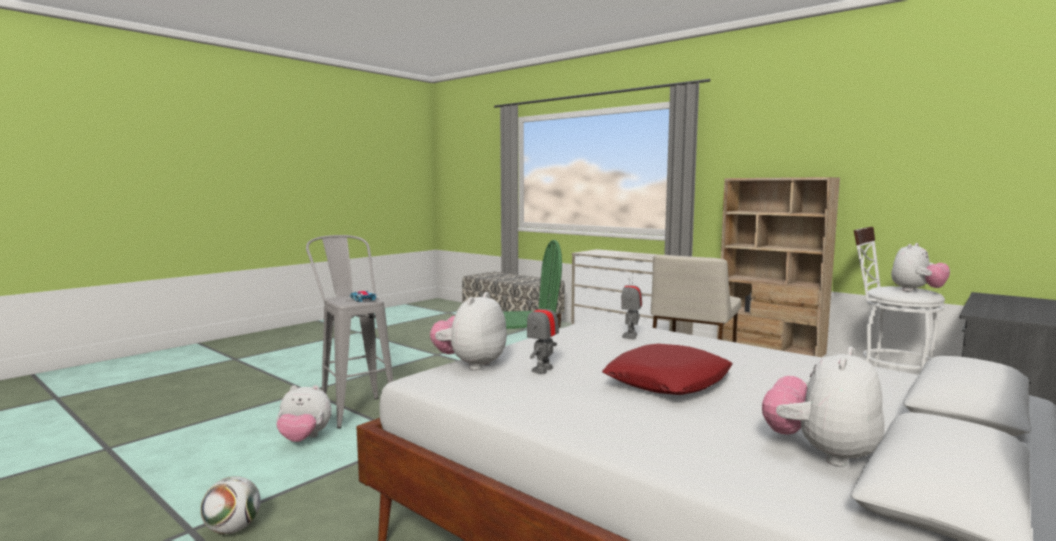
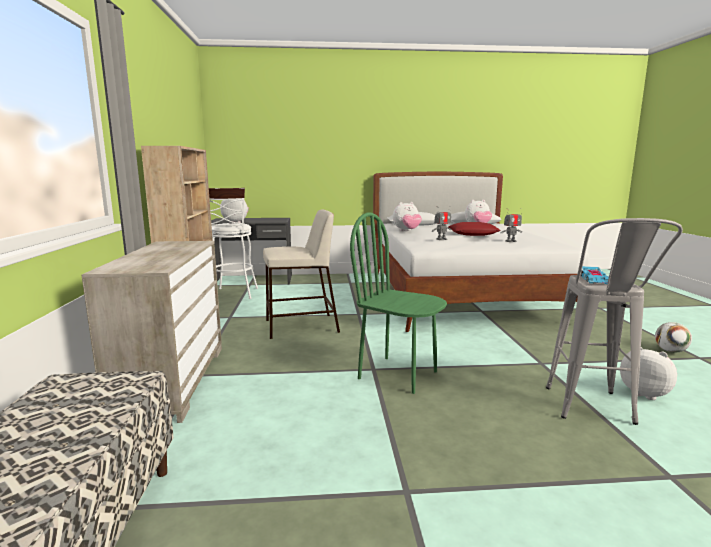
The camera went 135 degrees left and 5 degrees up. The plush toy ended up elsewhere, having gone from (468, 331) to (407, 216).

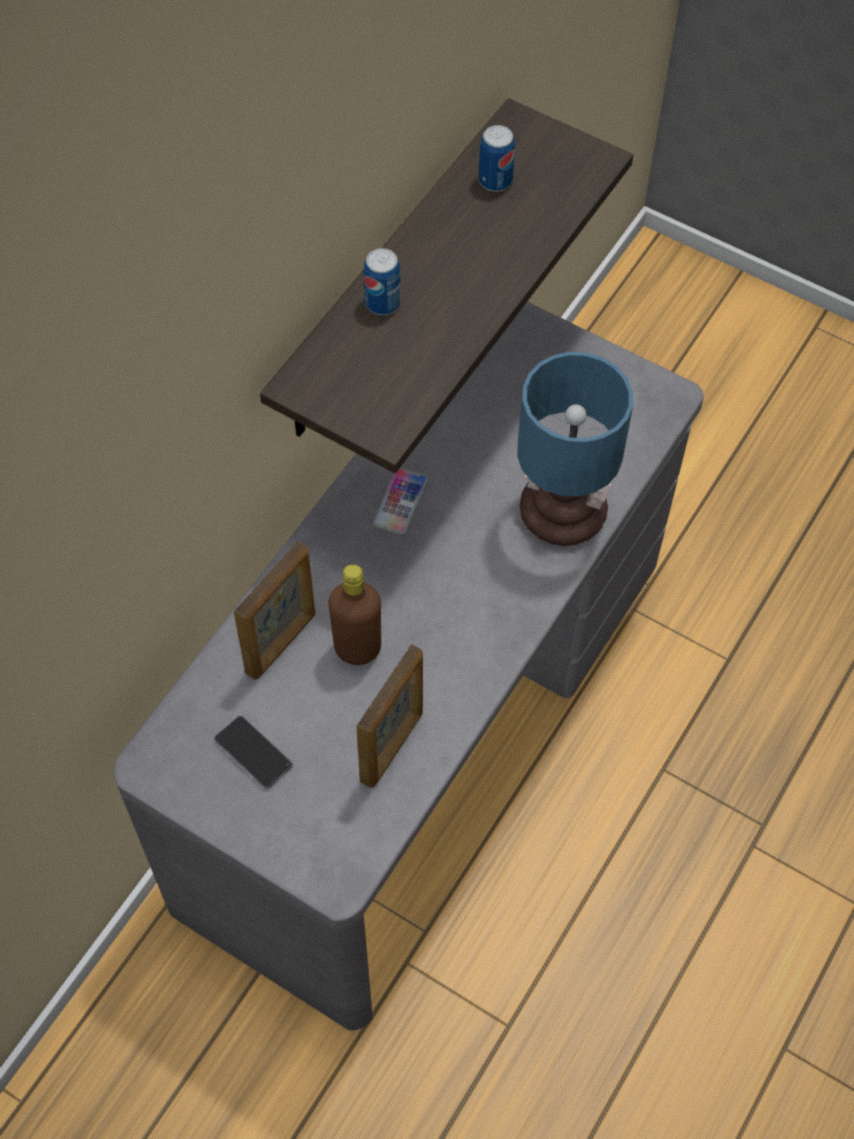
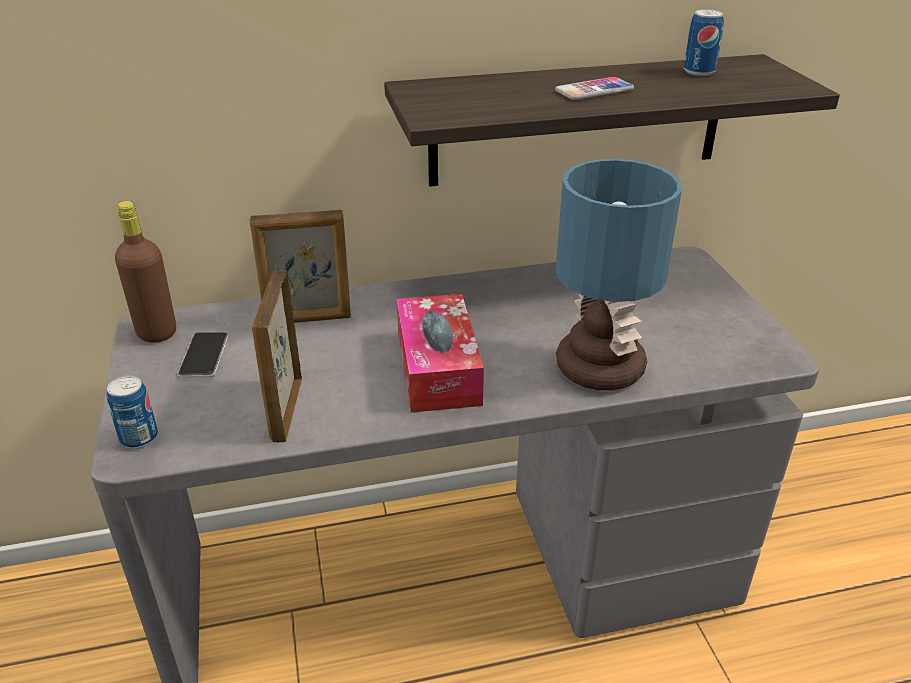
The camera went 45 degrees right and 25 degrees down. The metal can ended up elsewhere, having gone from (382, 281) to (132, 412). The handset ended up elsewhere, having gone from (400, 501) to (594, 88). The brown beverage bottle ended up elsewhere, having gone from (355, 614) to (145, 271). The standing frame at (389, 716) ended up facing another way, 105 degrees clockwise from before. The second view gained the tissue box at (440, 353).

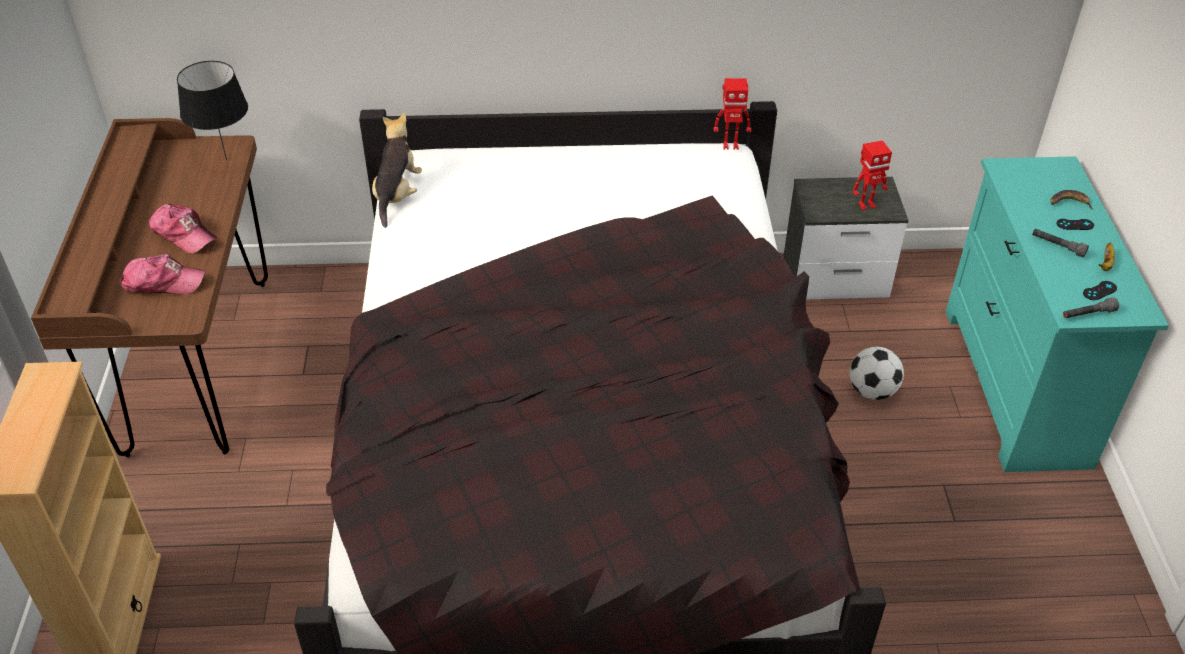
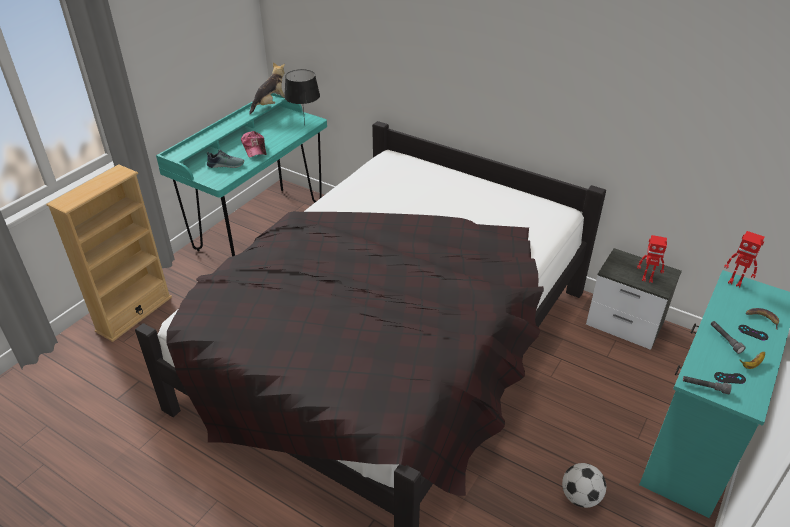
The camera went 35 degrees right and 5 degrees down. The robot figure ended up elsewhere, having gone from (732, 114) to (744, 259). The plush toy ended up elsewhere, having gone from (397, 170) to (267, 88). What was the brown desk unit at (149, 287) turned into the blue-green desk unit at (241, 174). Where the peaked cap stood at (162, 274), the low shoe came to stand at (225, 159). The ball for football ended up elsewhere, having gone from (876, 373) to (584, 485).

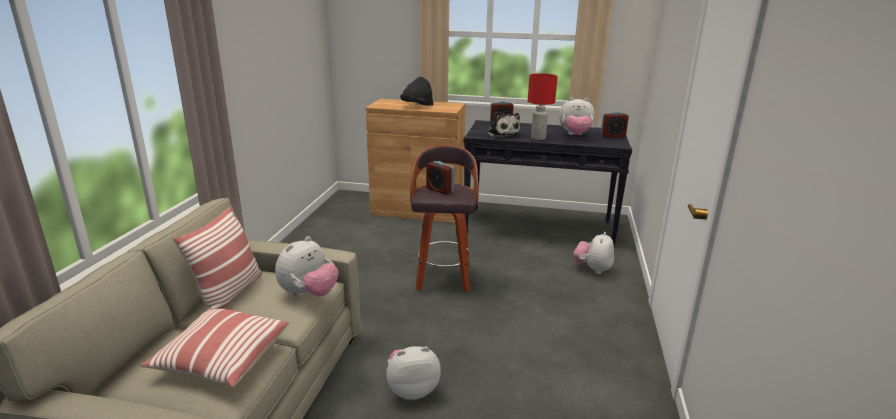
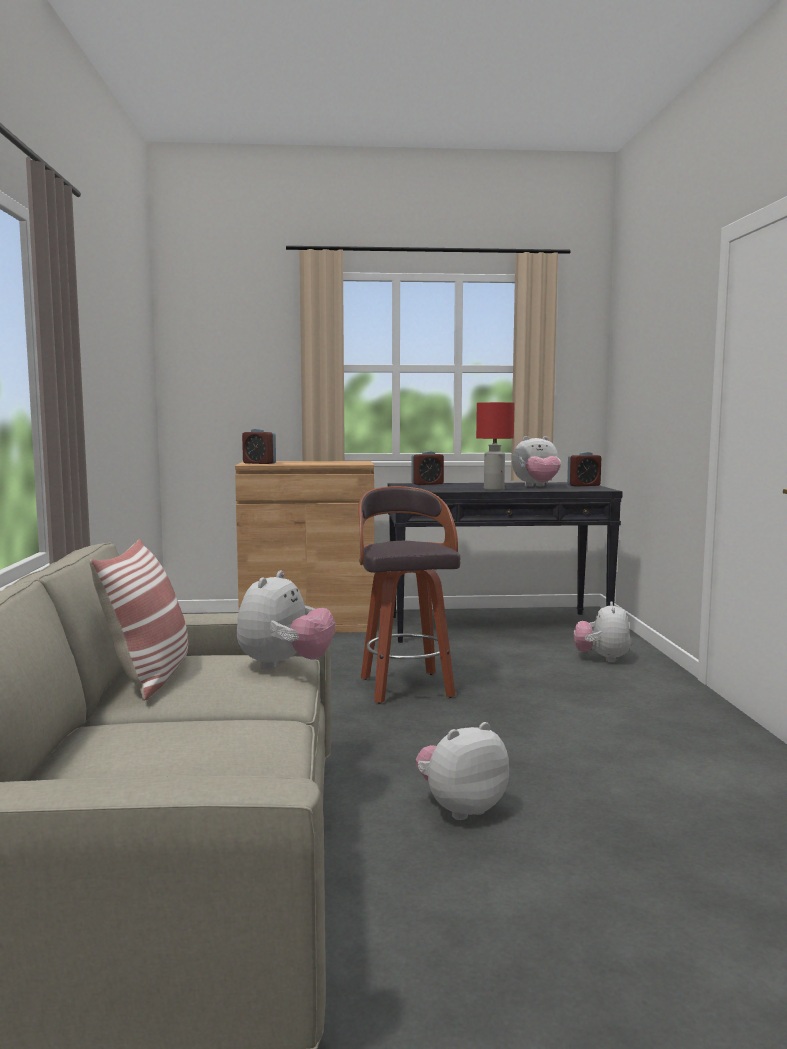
The camera went 15 degrees left and 15 degrees down. The second view lost the black hat at (417, 91). The second view lost the plush toy at (503, 125). The alarm clock ended up elsewhere, having gone from (440, 177) to (259, 446). The second view lost the cushion at (215, 348).

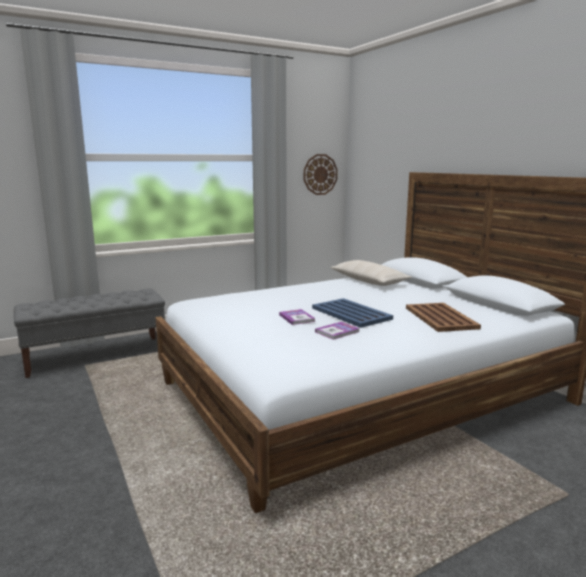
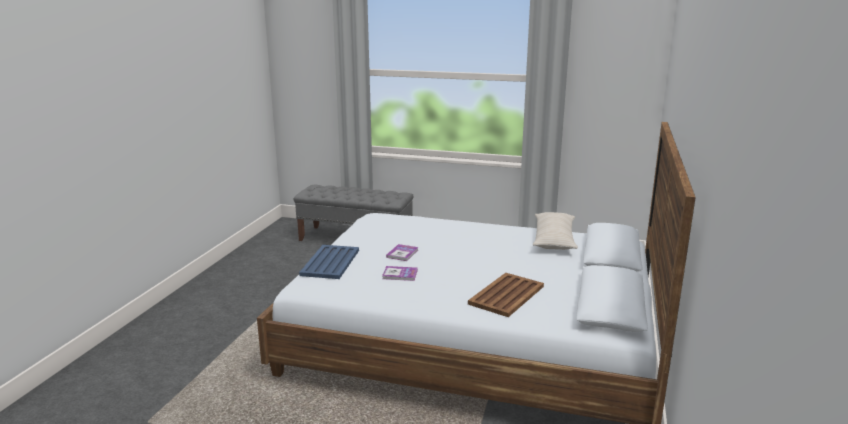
The camera went 45 degrees right and 5 degrees up. The second view lost the hanging clock at (321, 174). The bluish tray ended up elsewhere, having gone from (352, 313) to (329, 262).

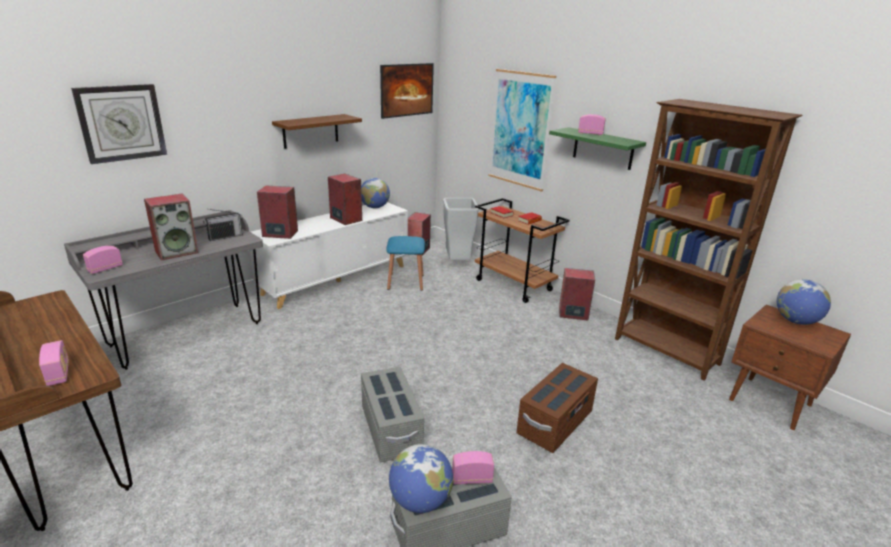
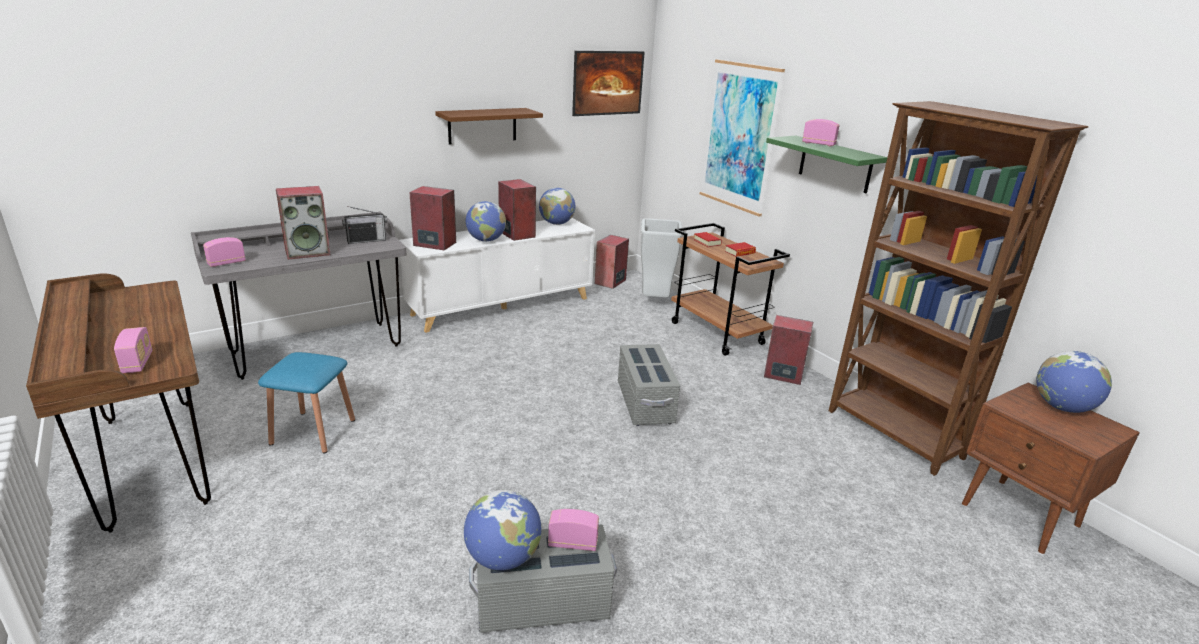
The camera went 10 degrees right and 0 degrees up. The second view lost the hanging clock at (119, 124). The bluish stool seat ended up elsewhere, having gone from (405, 263) to (306, 402). The second view lost the brown storage box at (557, 408). The greyish storage box ended up elsewhere, having gone from (392, 414) to (649, 385). The second view gained the globe at (486, 221).

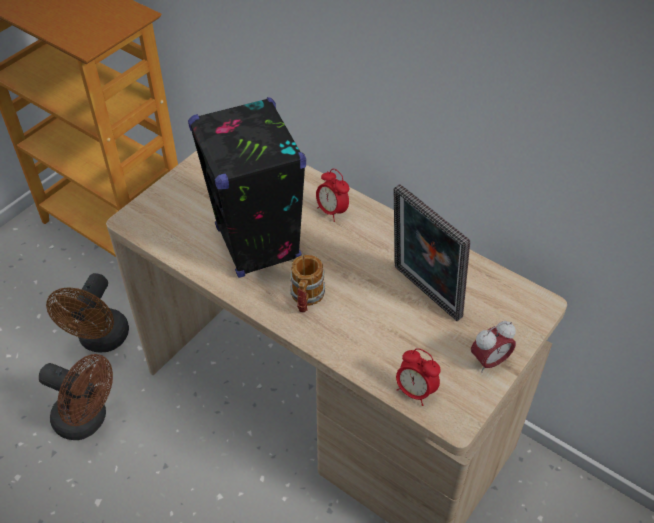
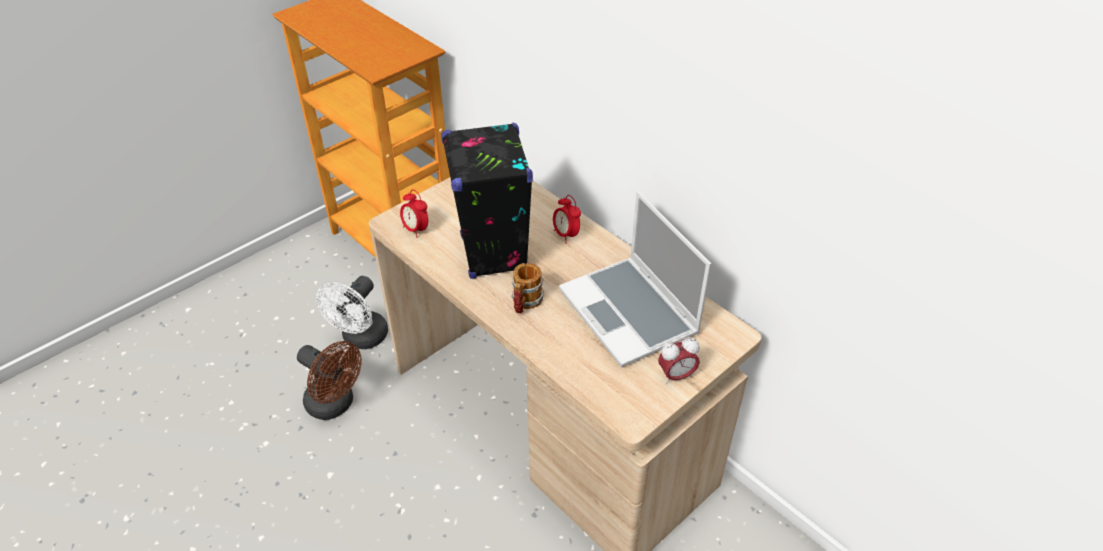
The camera went 10 degrees right and 5 degrees down. Where the standing frame stood at (431, 252), the portable computer came to stand at (635, 279). What was the brown electric fan at (87, 312) turned into the white electric fan at (352, 312). The alarm clock ended up elsewhere, having gone from (418, 377) to (414, 214).

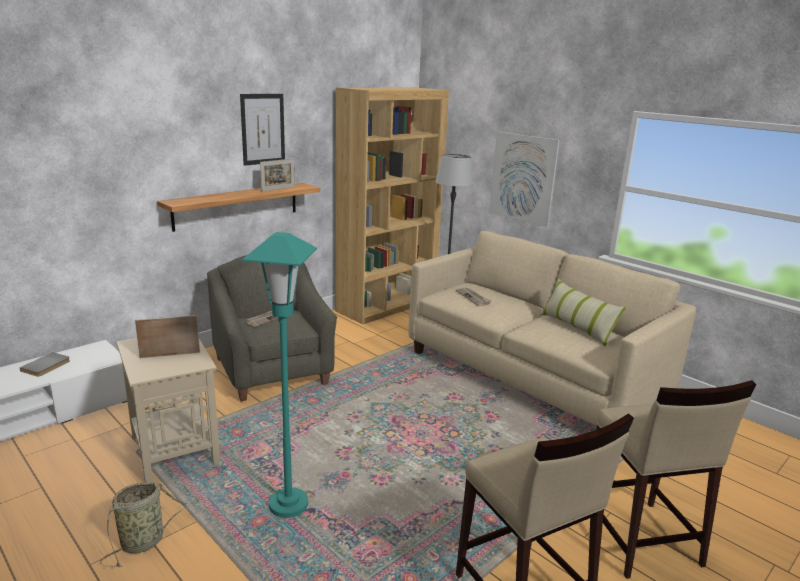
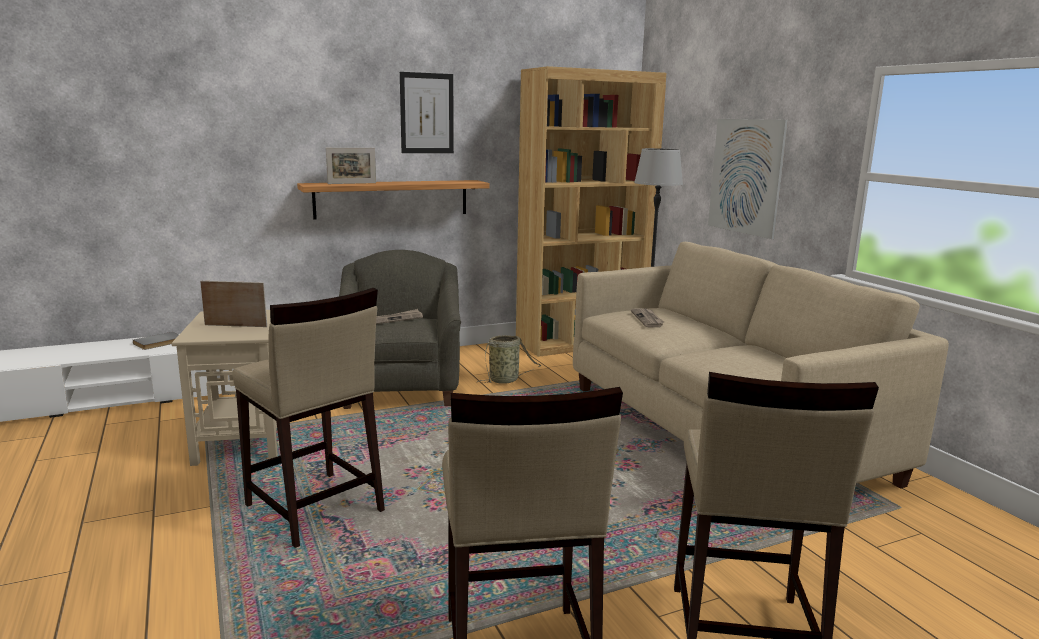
The camera went 20 degrees right and 5 degrees down. The standing frame ended up elsewhere, having gone from (277, 175) to (351, 166). Where the blue-green floor lamp stood at (279, 375), the beige stool seat came to stand at (308, 418). The second view lost the cushion at (583, 312). The basket ended up elsewhere, having gone from (147, 524) to (509, 359).

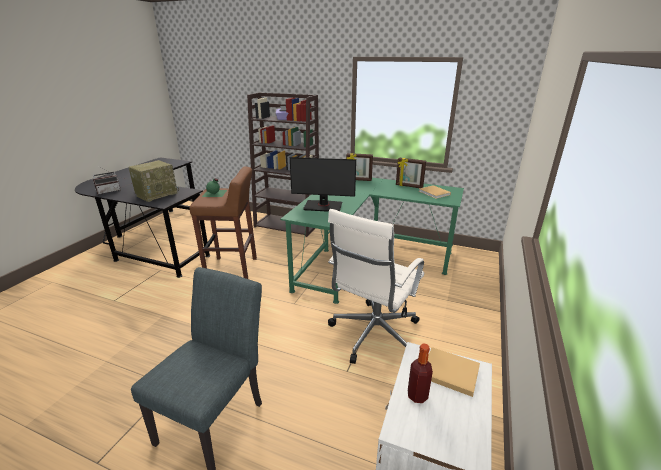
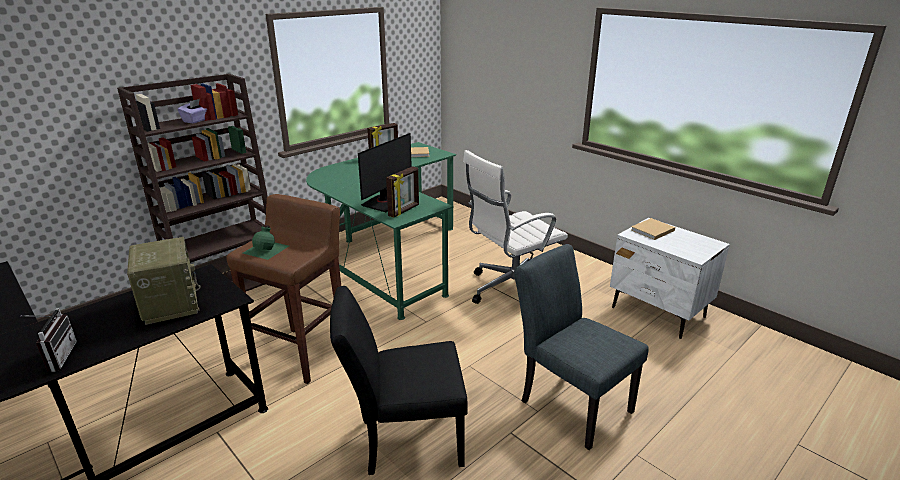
The camera went 65 degrees left and 0 degrees up. The standing frame ended up elsewhere, having gone from (359, 167) to (402, 192). The white desk chair at (376, 286) ended up facing another way, 90 degrees clockwise from before. The second view lost the beverage bottle at (420, 373). The second view gained the black chair at (399, 380).

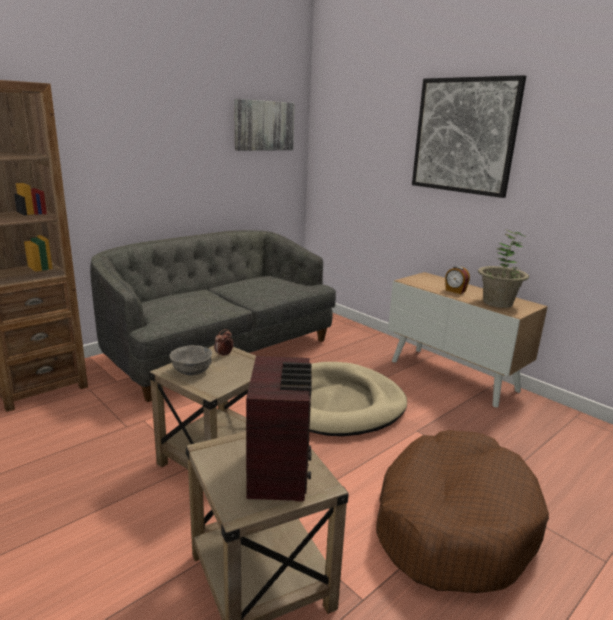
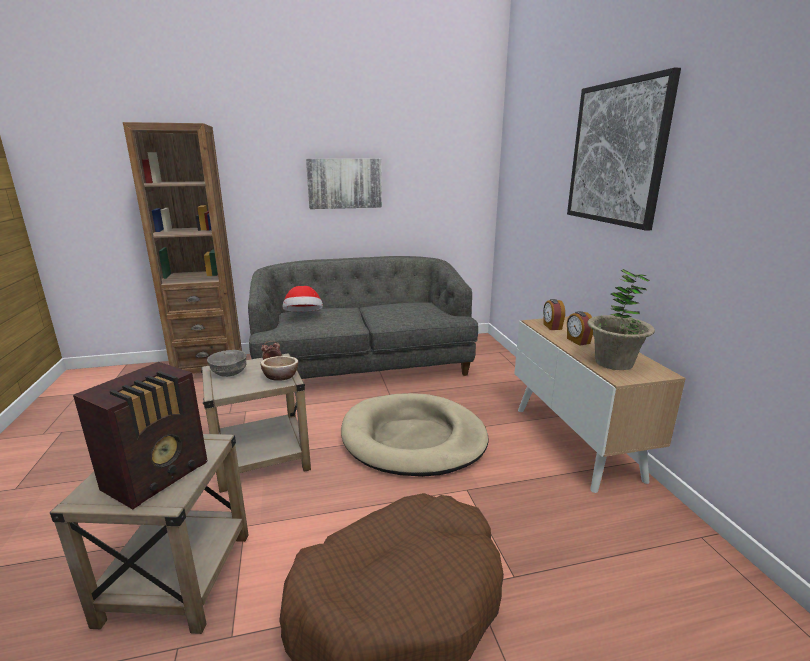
The camera went 30 degrees right and 0 degrees up. The wall picture ended up elsewhere, having gone from (264, 125) to (344, 184). The second view gained the hat at (303, 299). The second view gained the alarm clock at (554, 314). The second view gained the bowl at (279, 368).

